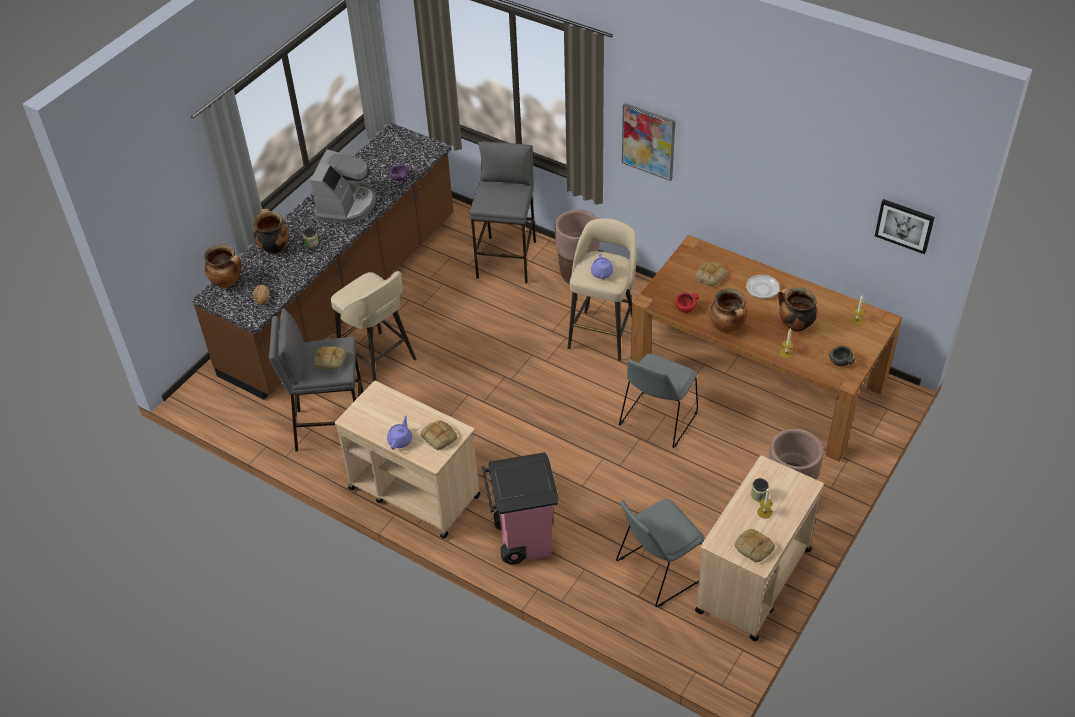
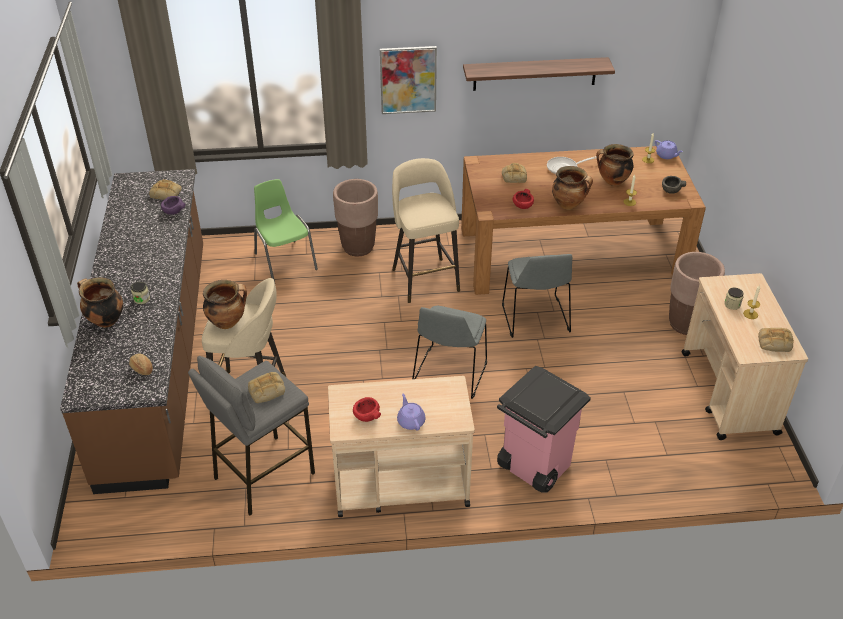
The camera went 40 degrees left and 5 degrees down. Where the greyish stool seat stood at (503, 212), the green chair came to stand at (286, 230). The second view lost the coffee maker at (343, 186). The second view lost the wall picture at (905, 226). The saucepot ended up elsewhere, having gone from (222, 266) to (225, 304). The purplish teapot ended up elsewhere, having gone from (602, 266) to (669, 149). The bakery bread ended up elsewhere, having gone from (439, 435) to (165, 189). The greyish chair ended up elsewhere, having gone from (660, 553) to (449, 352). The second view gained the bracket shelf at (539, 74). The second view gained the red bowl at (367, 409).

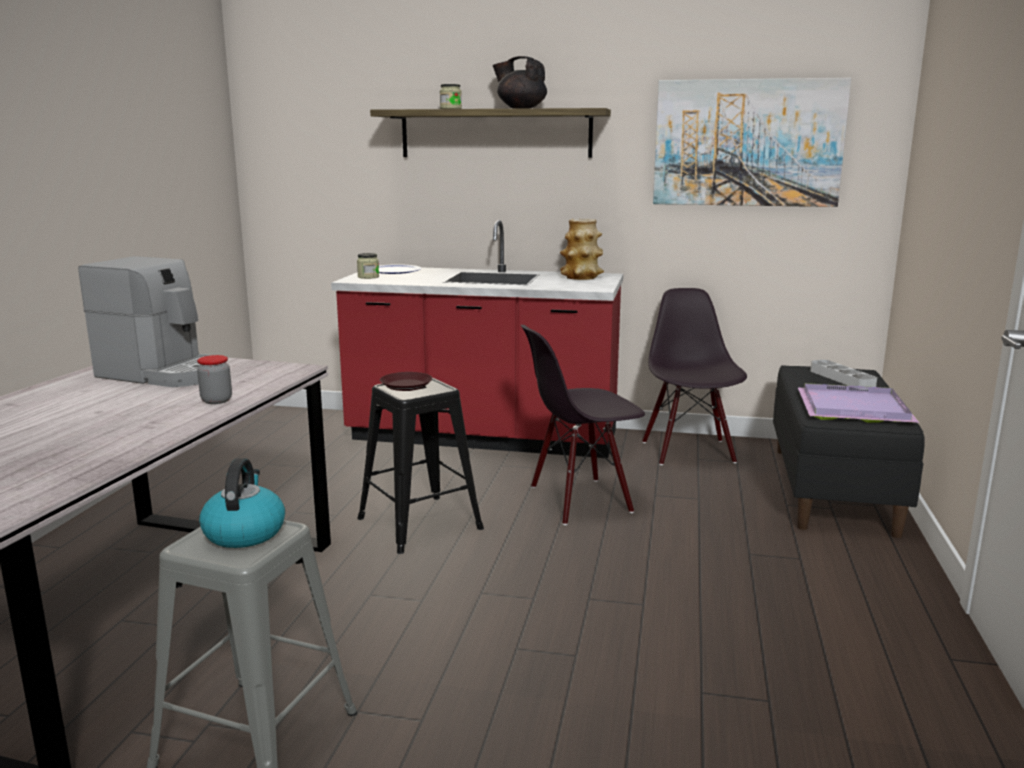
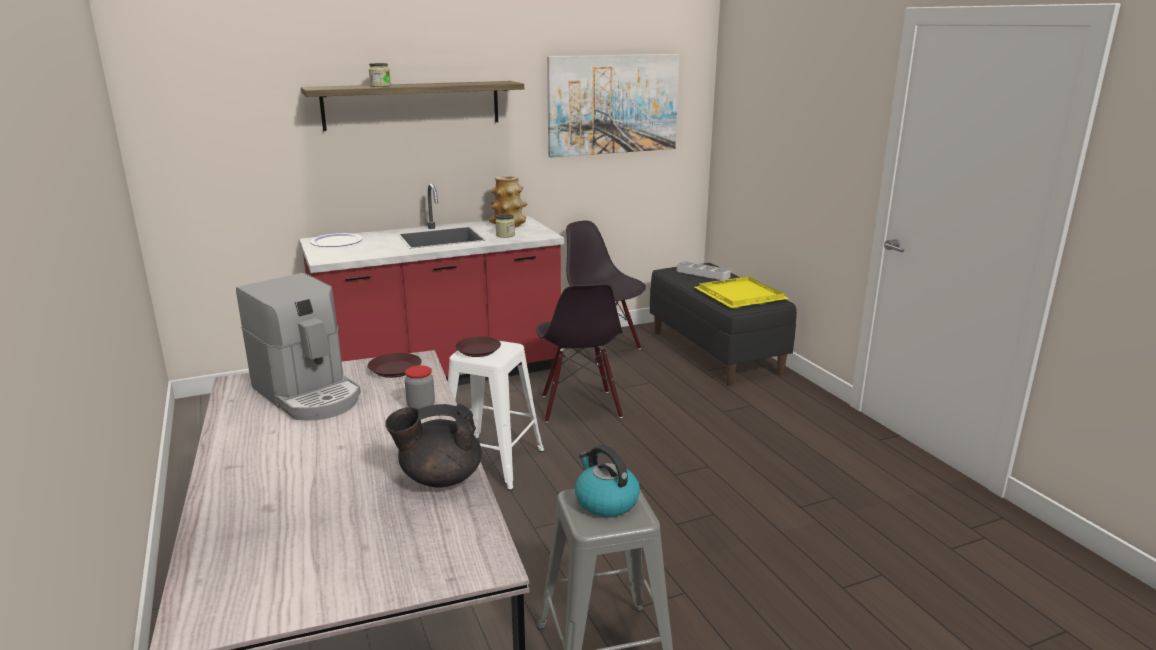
The camera went 35 degrees left and 5 degrees up. The black teapot ended up elsewhere, having gone from (520, 82) to (433, 446). The jar ended up elsewhere, having gone from (368, 266) to (505, 226). The coffee maker at (144, 321) ended up facing another way, 60 degrees clockwise from before. The black chair at (583, 425) ended up facing another way, 45 degrees counterclockwise from before. What was the black stool seat at (420, 465) turned into the white stool seat at (496, 416). What was the purplish tray at (859, 403) turned into the yellow-coloured tray at (742, 292). The second view gained the brown flat dish at (395, 365).

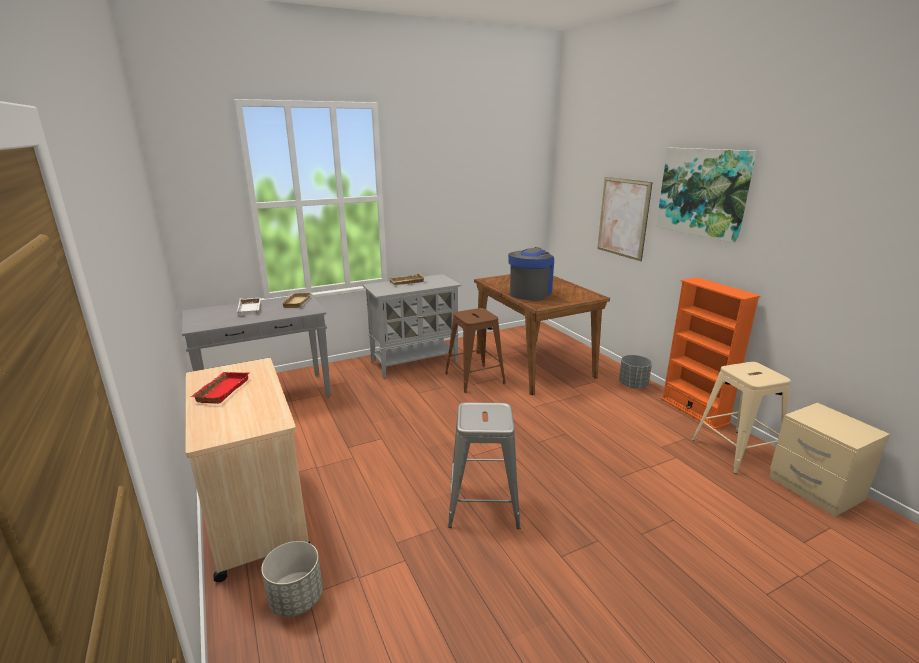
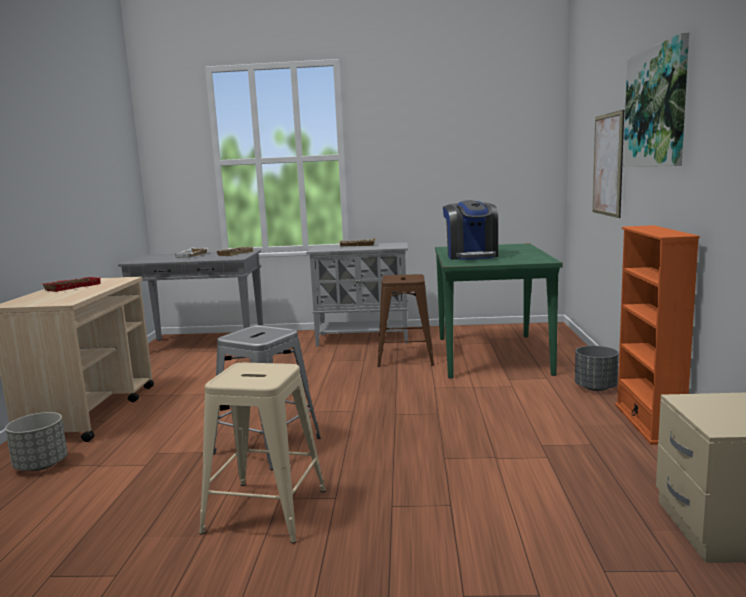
The camera went 30 degrees right and 10 degrees down. The coffee maker at (531, 273) ended up facing another way, 120 degrees clockwise from before. What was the brown dining table at (542, 334) turned into the green dining table at (499, 311). The beige stool seat ended up elsewhere, having gone from (741, 418) to (262, 453).

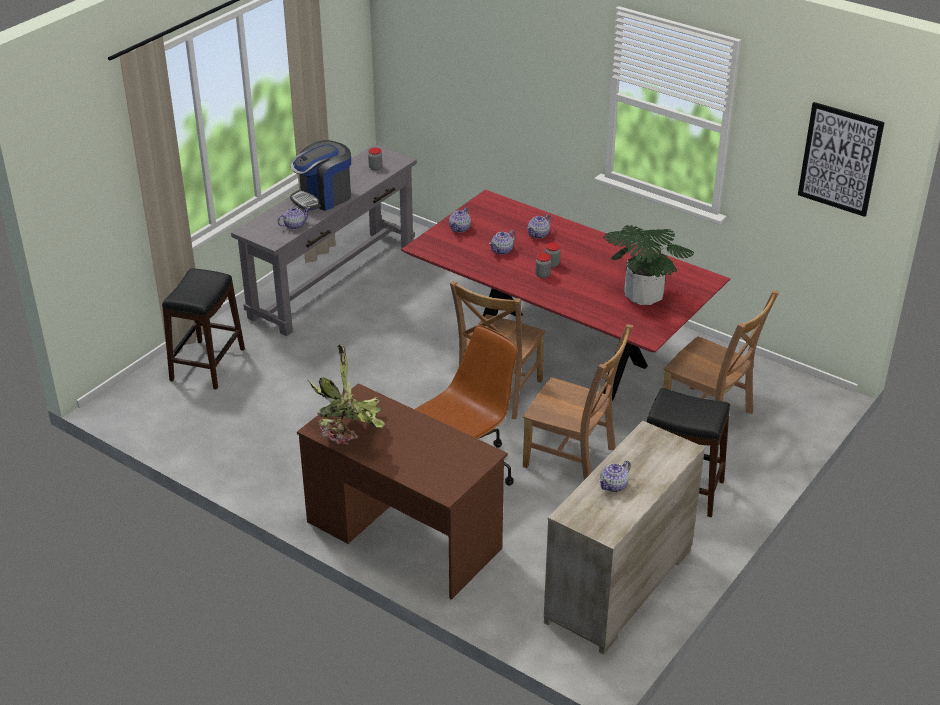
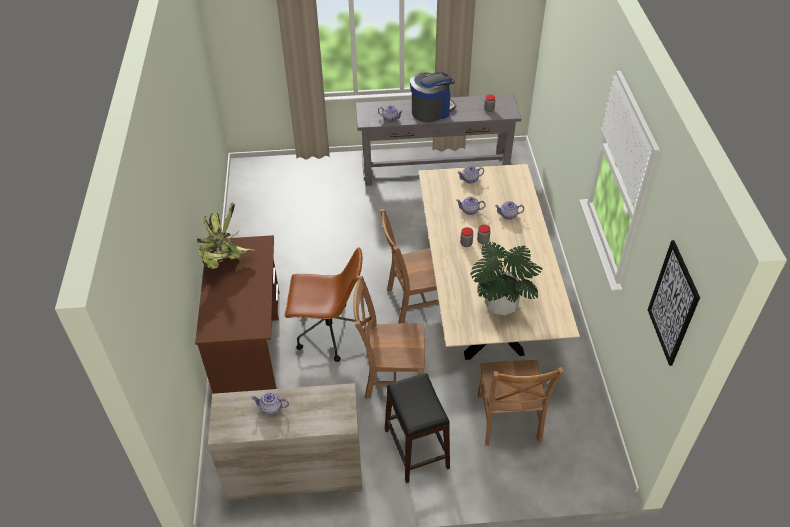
The camera went 50 degrees right and 10 degrees up. The coffee maker at (320, 175) ended up facing another way, 135 degrees clockwise from before. What was the red dining table at (565, 295) turned into the beige dining table at (499, 262). The second view lost the black stool seat at (203, 329). The brown chair at (578, 402) ended up facing another way, 105 degrees clockwise from before.

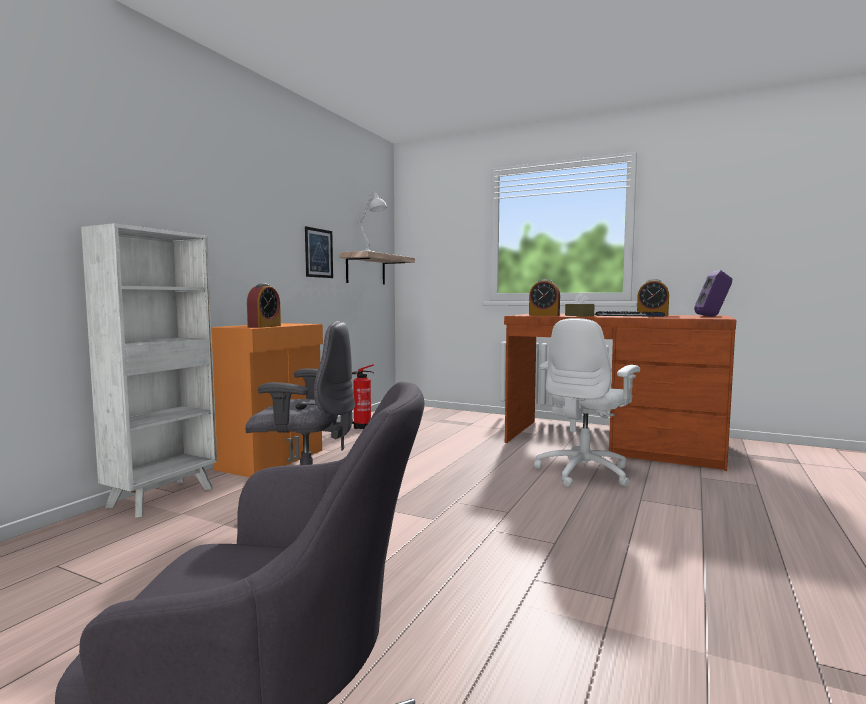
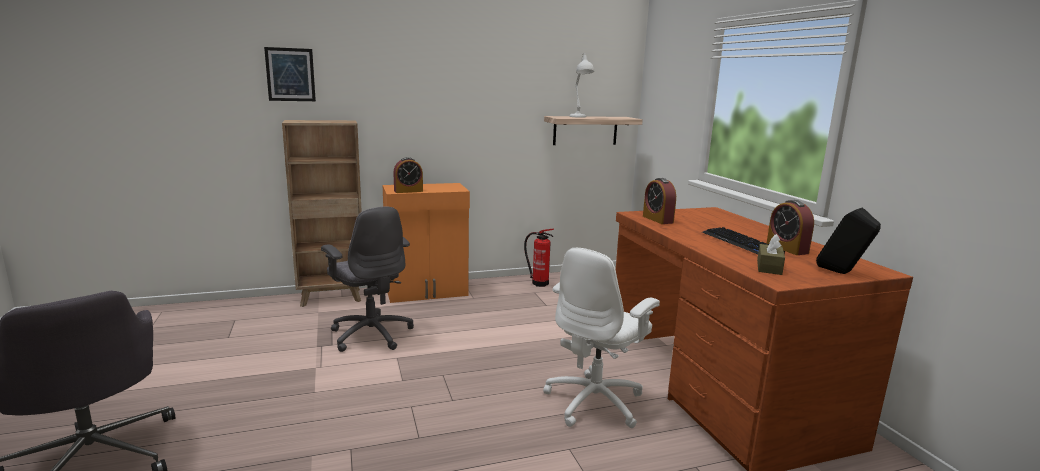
The camera went 45 degrees right and 10 degrees up. What was the white shelving unit at (149, 370) turned into the brown shelving unit at (322, 213). The wall picture ended up elsewhere, having gone from (319, 252) to (290, 74). What was the purplish loudspeaker at (713, 293) turned into the black loudspeaker at (848, 240). The brown tissue box ended up elsewhere, having gone from (580, 304) to (771, 254). The white desk chair at (587, 402) ended up facing another way, 45 degrees counterclockwise from before.

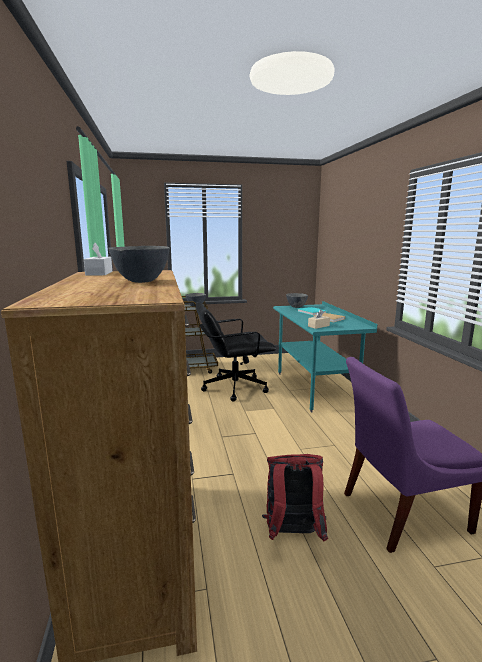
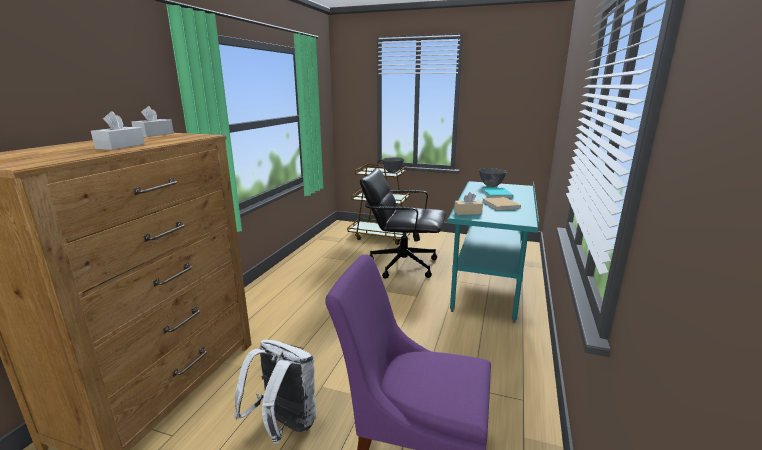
The camera went 30 degrees right and 5 degrees up. Where the greyish bowl stood at (139, 264), the white tissue box came to stand at (118, 130). What was the red knapsack at (295, 498) turned into the white knapsack at (275, 391).

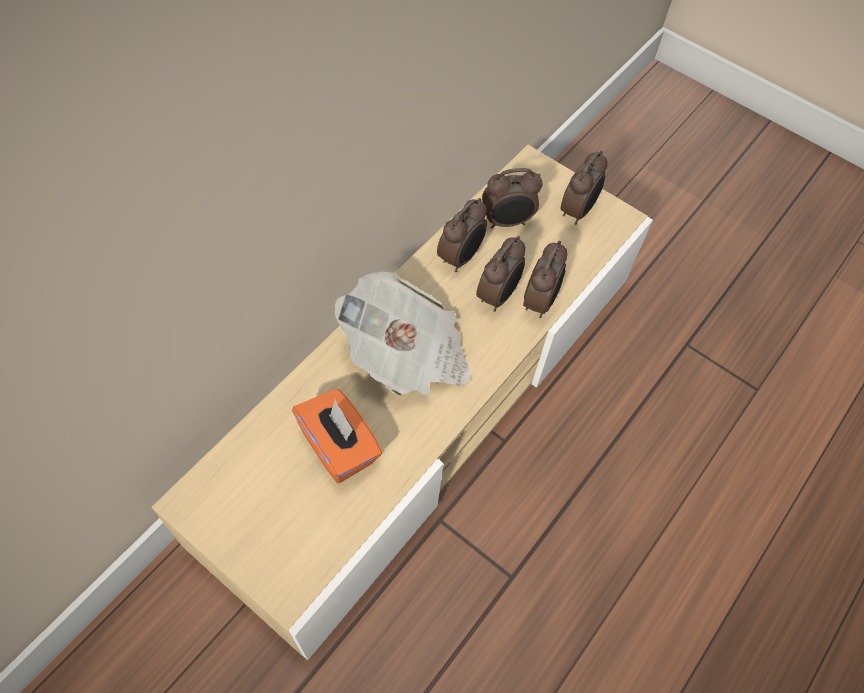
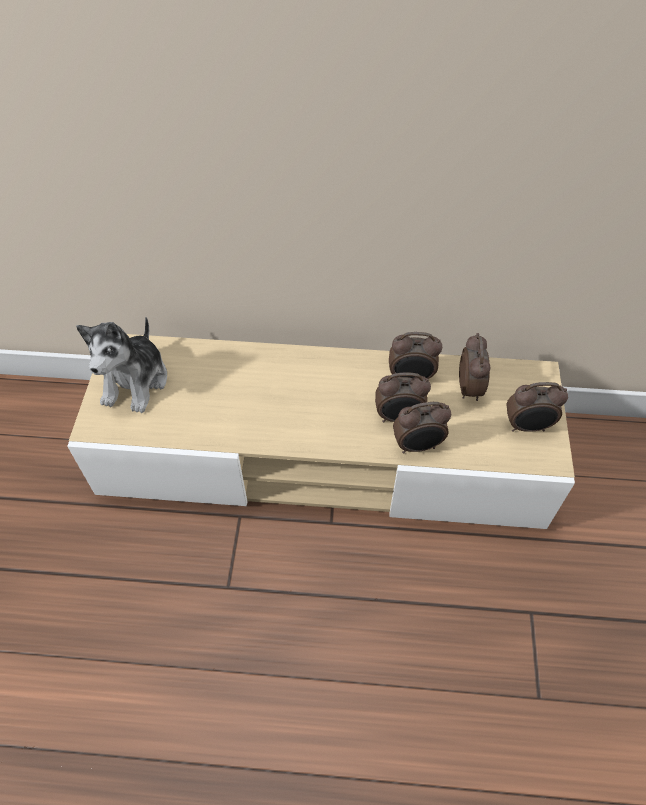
The camera went 60 degrees right and 5 degrees down. The alarm clock at (512, 198) ended up facing another way, 135 degrees counterclockwise from before. The second view lost the daily paper at (403, 333). The second view lost the orange tissue box at (337, 436). The second view gained the plush toy at (121, 365).

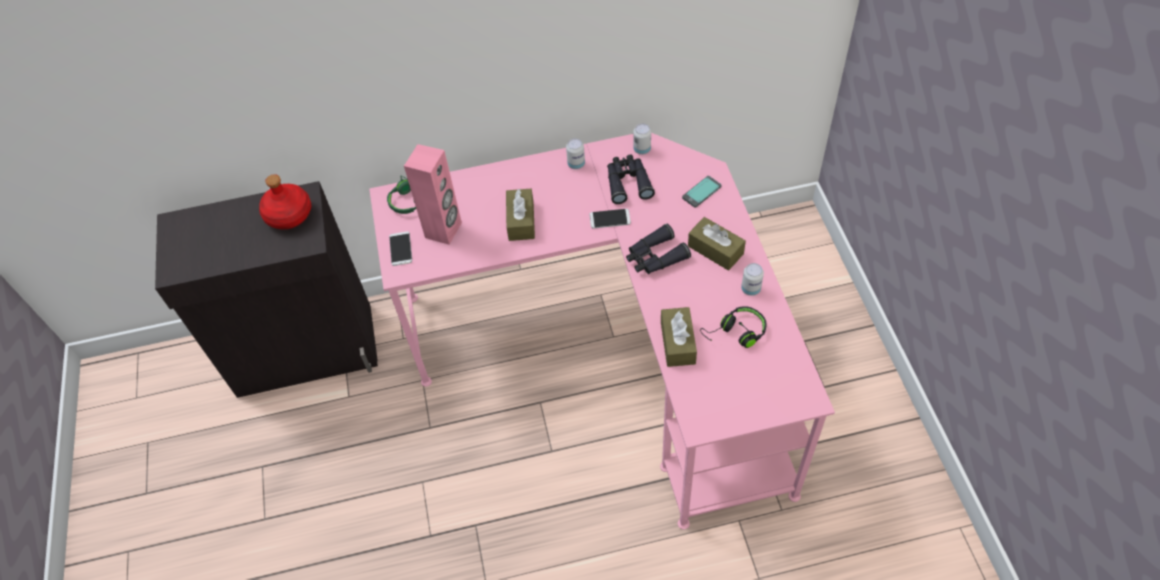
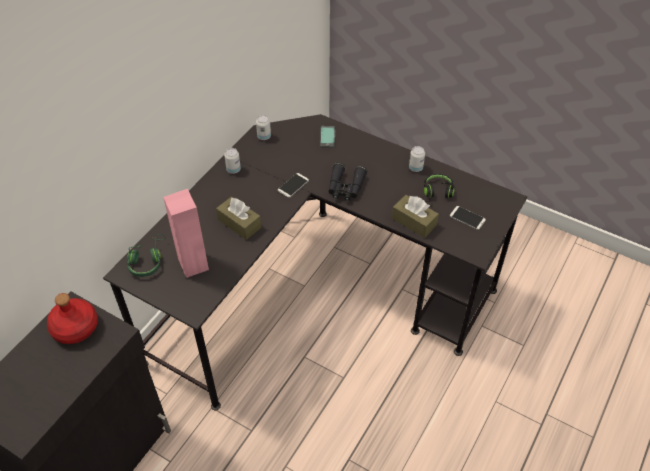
The camera went 50 degrees left and 5 degrees down. What was the pinkish desk unit at (602, 331) turned into the black desk unit at (315, 262). The second view lost the black binoculars at (631, 179). The second view lost the brown tissue box at (717, 243). The handset ended up elsewhere, having gone from (400, 248) to (468, 218).

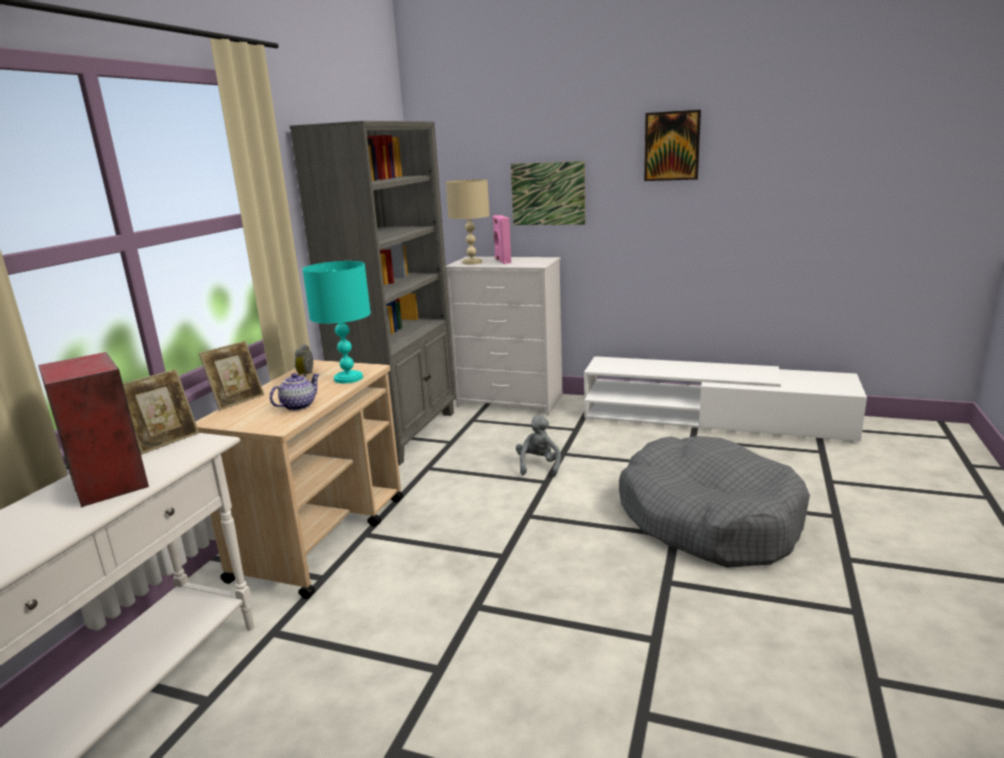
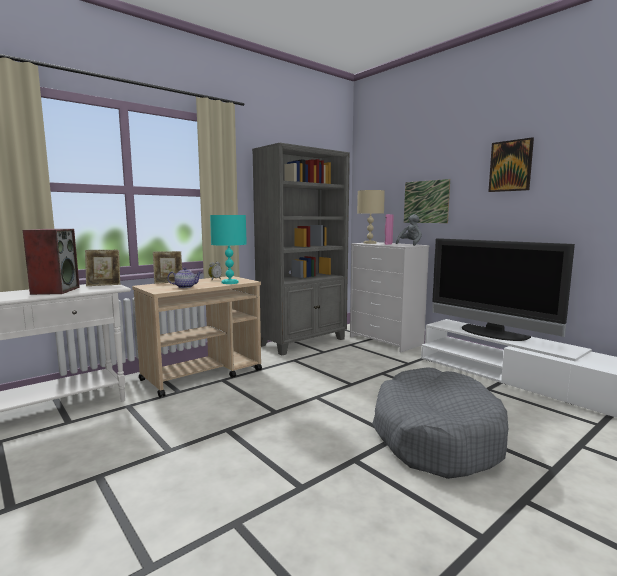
The camera went 30 degrees right and 10 degrees down. The greyish plush toy ended up elsewhere, having gone from (538, 446) to (409, 230). The second view gained the TV set at (503, 289).

